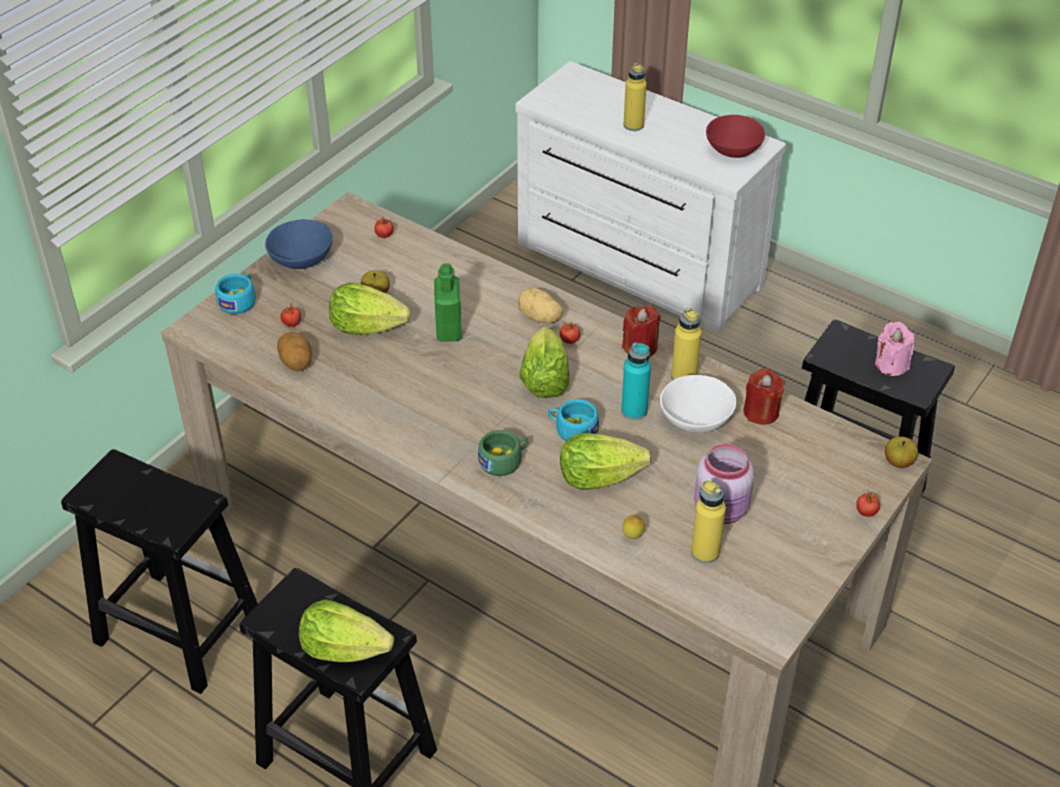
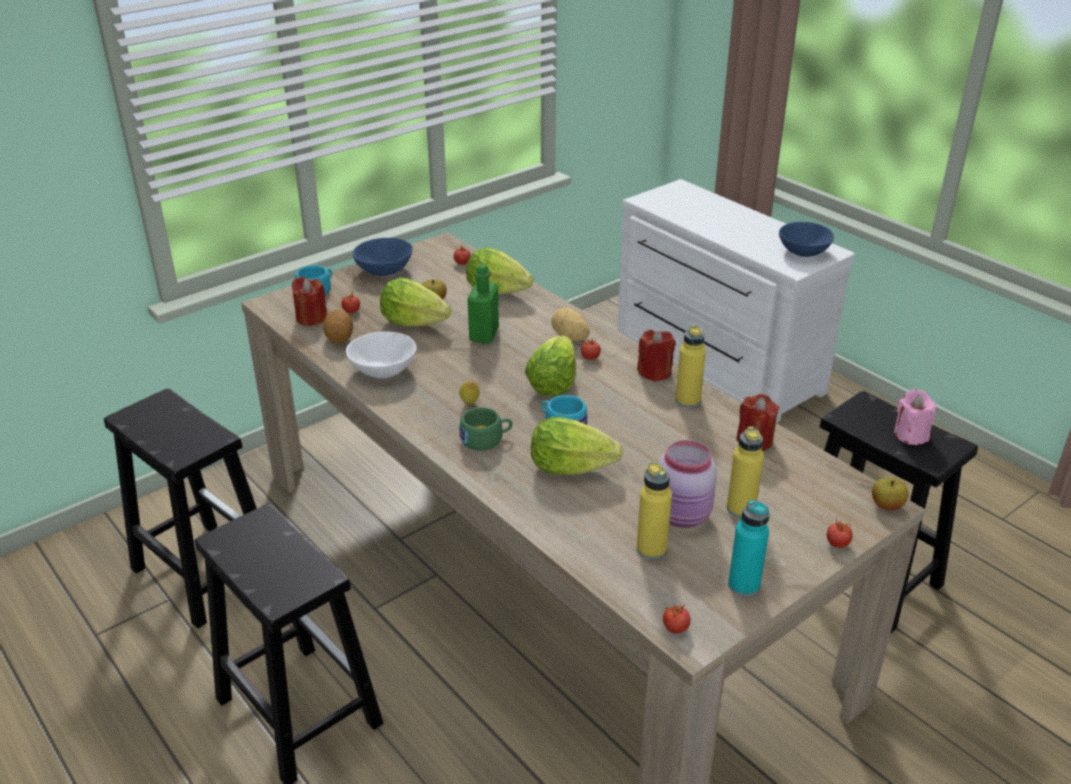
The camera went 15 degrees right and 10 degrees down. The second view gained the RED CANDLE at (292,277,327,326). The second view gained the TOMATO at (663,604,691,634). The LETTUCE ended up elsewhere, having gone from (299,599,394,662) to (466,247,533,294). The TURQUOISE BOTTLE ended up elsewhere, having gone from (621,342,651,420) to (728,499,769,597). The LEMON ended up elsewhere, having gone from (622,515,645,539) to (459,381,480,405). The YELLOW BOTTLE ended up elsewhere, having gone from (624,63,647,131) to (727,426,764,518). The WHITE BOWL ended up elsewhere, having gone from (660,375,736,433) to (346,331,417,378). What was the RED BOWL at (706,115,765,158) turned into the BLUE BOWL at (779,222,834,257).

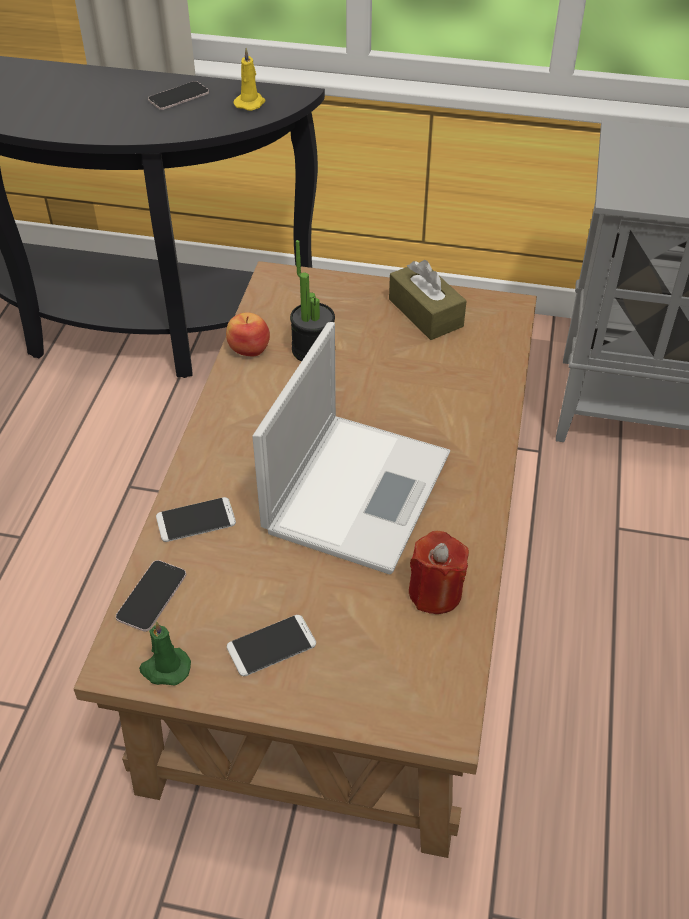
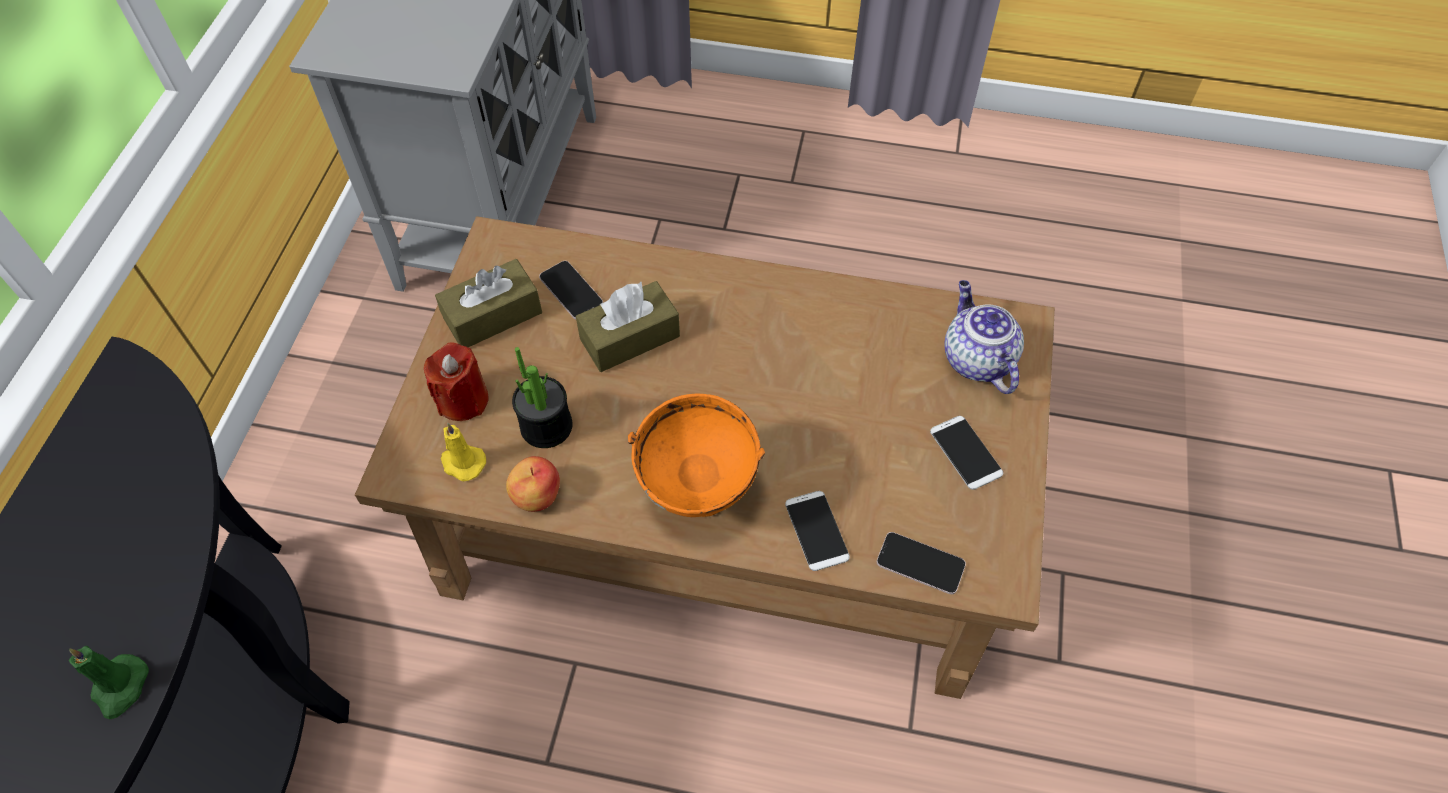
The camera went 90 degrees left and 10 degrees up. The second view lost the LAPTOP at (252,322,450,575). The second view gained the BROWN TISSUE BOX at (576,281,680,372). The second view gained the ORANGE BOWL at (628,394,765,517). The second view gained the TEAPOT at (944,280,1024,394). The GREEN CANDLE ended up elsewhere, having gone from (139,621,191,685) to (69,646,149,720). The PHONE ended up elsewhere, having gone from (148,81,209,110) to (539,261,603,319). The YELLOW CANDLE ended up elsewhere, having gone from (234,48,265,111) to (441,423,486,481). The RED CANDLE ended up elsewhere, having gone from (409,531,469,614) to (424,342,489,421).

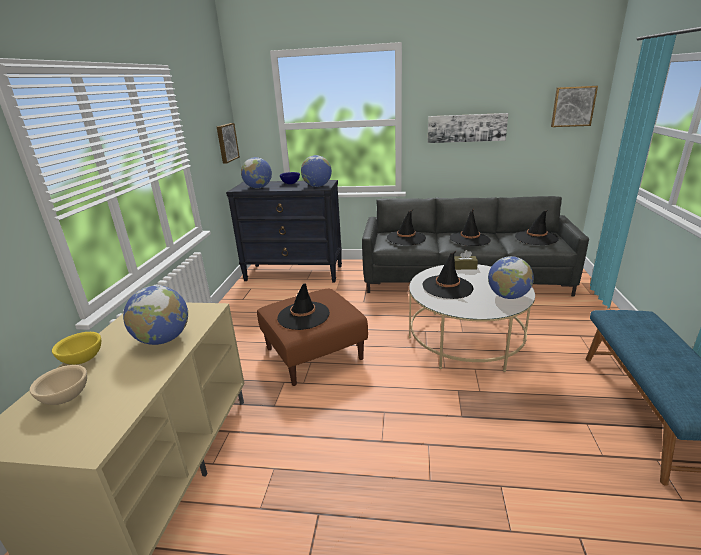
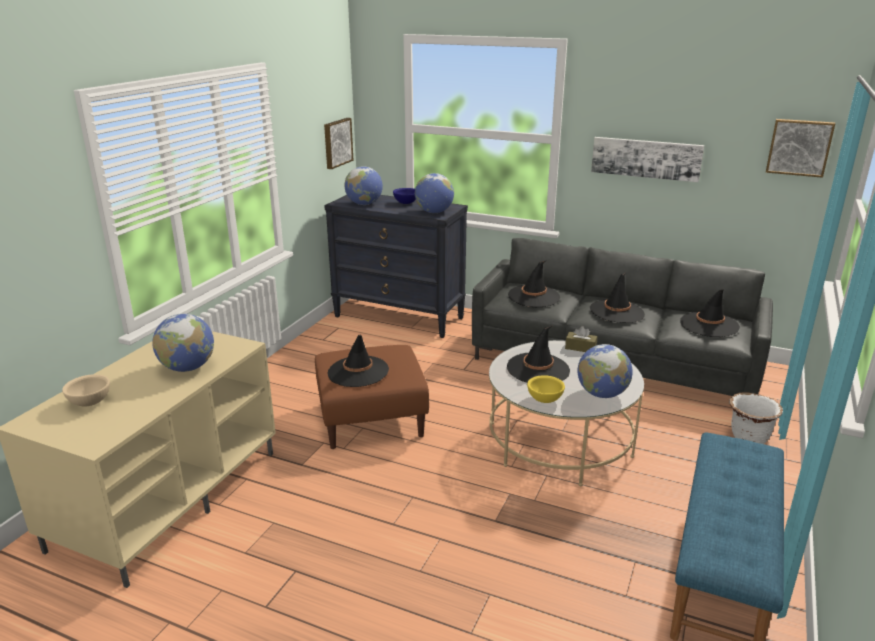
The camera went 15 degrees right and 0 degrees up. The second view gained the WHITE PLANTER at (729,393,783,444). The YELLOW BOWL ended up elsewhere, having gone from (52,332,101,365) to (527,375,565,403).

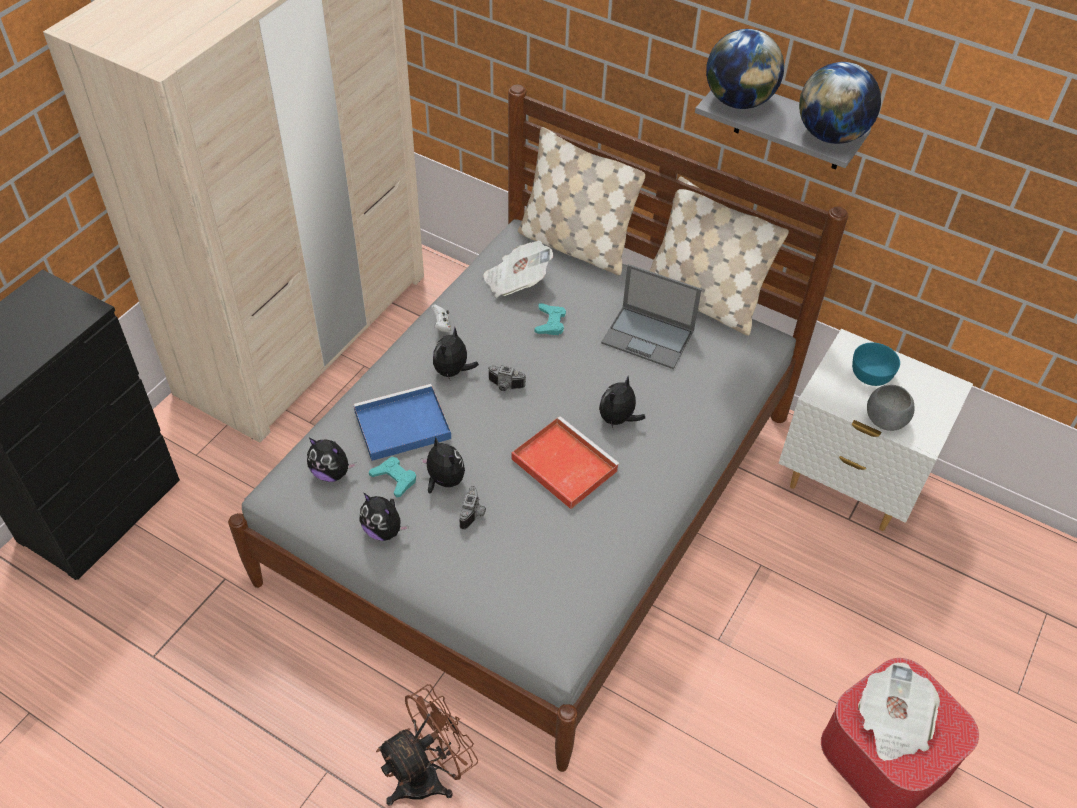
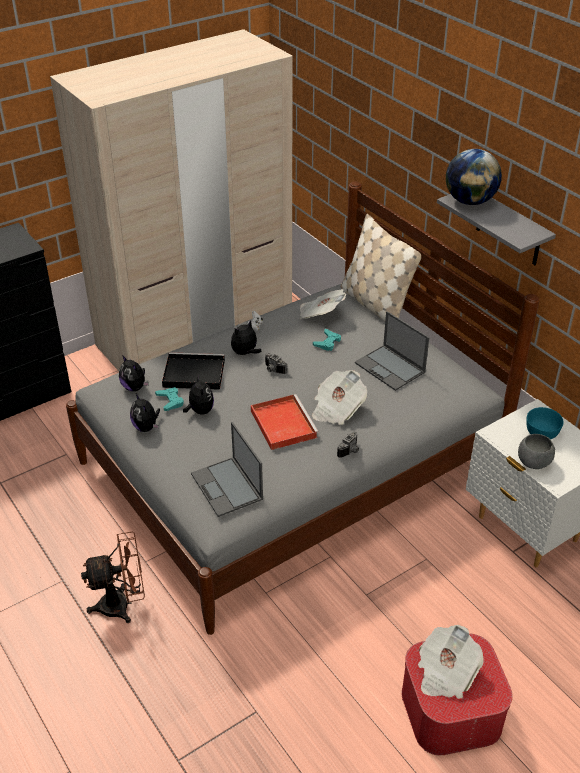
The camera went 25 degrees right and 10 degrees down. The second view lost the BEIGE PILLOW at (649,177,789,336). The second view lost the GLOBE at (799,62,881,144). The second view gained the LAPTOP at (191,422,263,517). The PHOTO CAMERA ended up elsewhere, having gone from (459,486,486,530) to (337,432,359,458). Where the PLUSH TOY stood at (599,377,645,428), the NEWSPAPER came to stand at (312,370,367,425). What was the BLUE TRAY at (354,384,451,461) turned into the BLACK TRAY at (162,352,225,390).

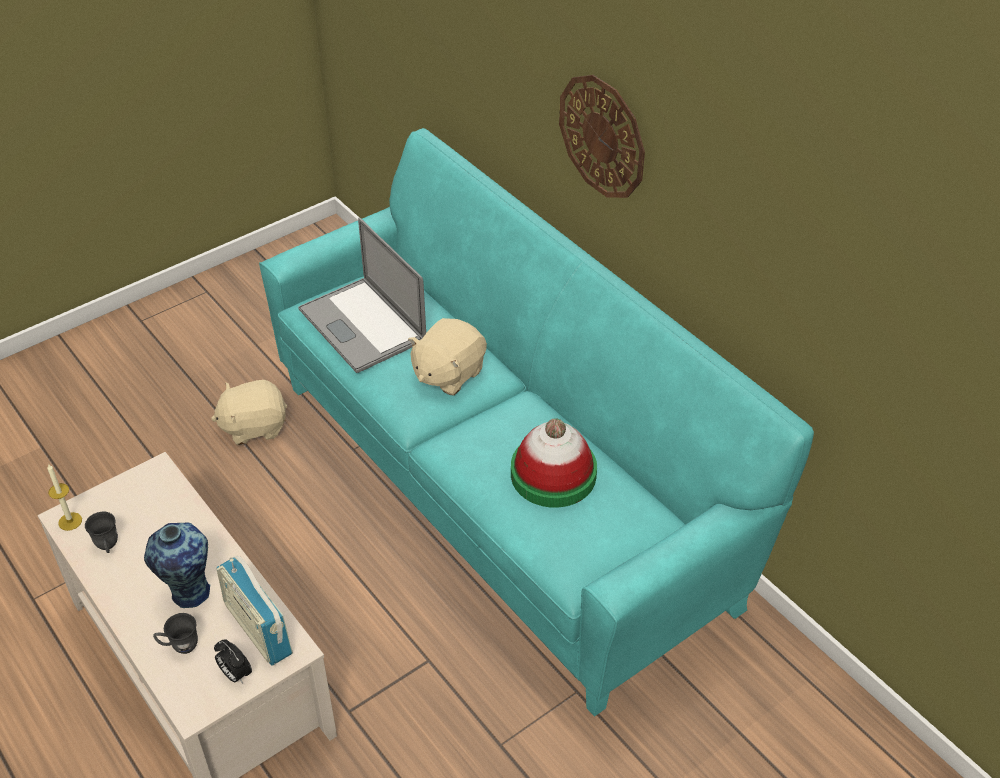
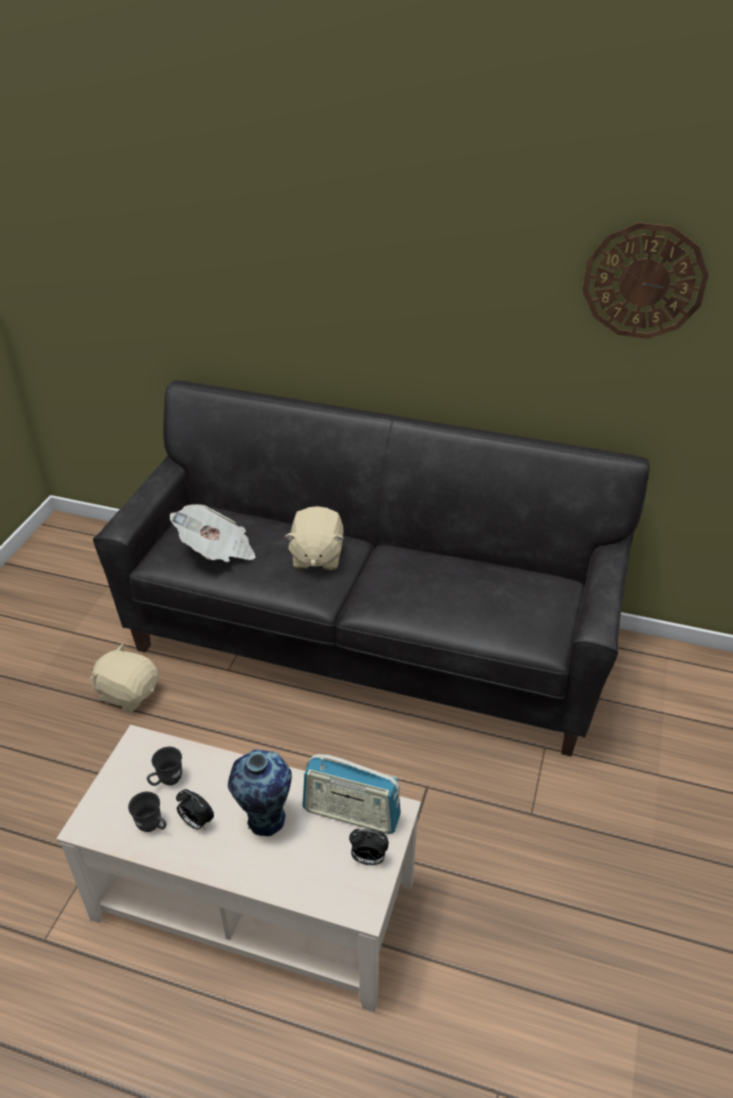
The camera went 35 degrees left and 5 degrees down. The second view lost the CANDLE at (47,464,82,531). The second view lost the HAT at (511,418,597,508). The second view gained the ALARM CLOCK at (176,789,214,829). The GREY MUG ended up elsewhere, having gone from (153,613,198,654) to (147,747,182,786). The WALL CLOCK ended up elsewhere, having gone from (559,75,645,198) to (582,222,709,339). Where the LAPTOP stood at (298,217,426,373), the NEWSPAPER came to stand at (170,504,256,562). What was the TURQUOISE SOFA at (259,128,814,717) turned into the BLACK SOFA at (93,380,650,757). The BEIGE PLUSH TOY at (211,380,287,445) ended up facing another way, 75 degrees clockwise from before.

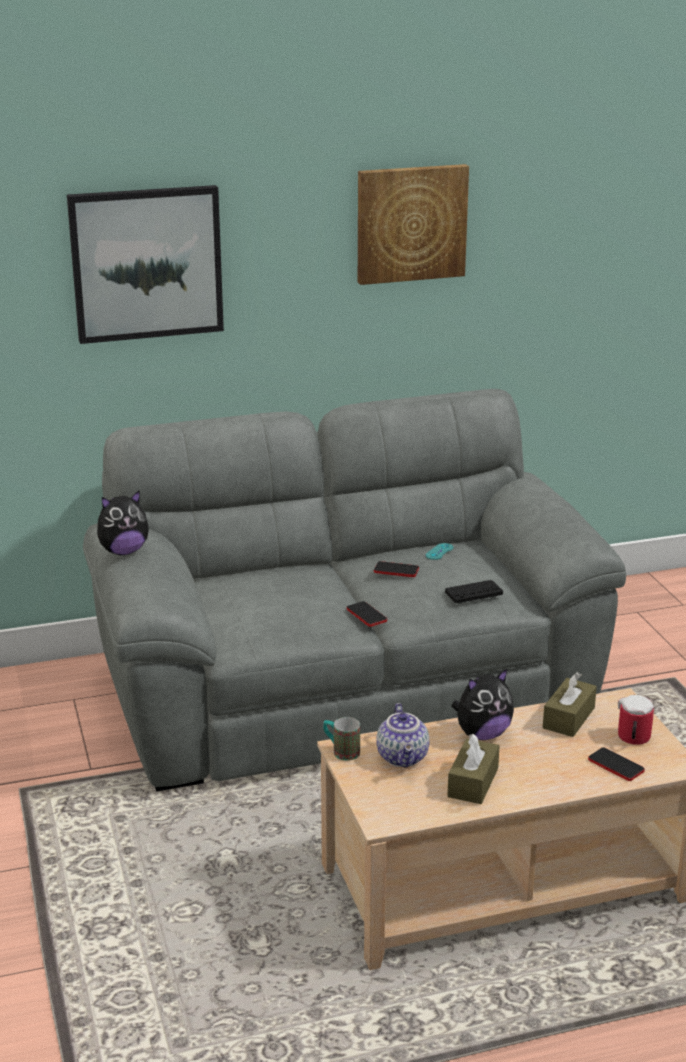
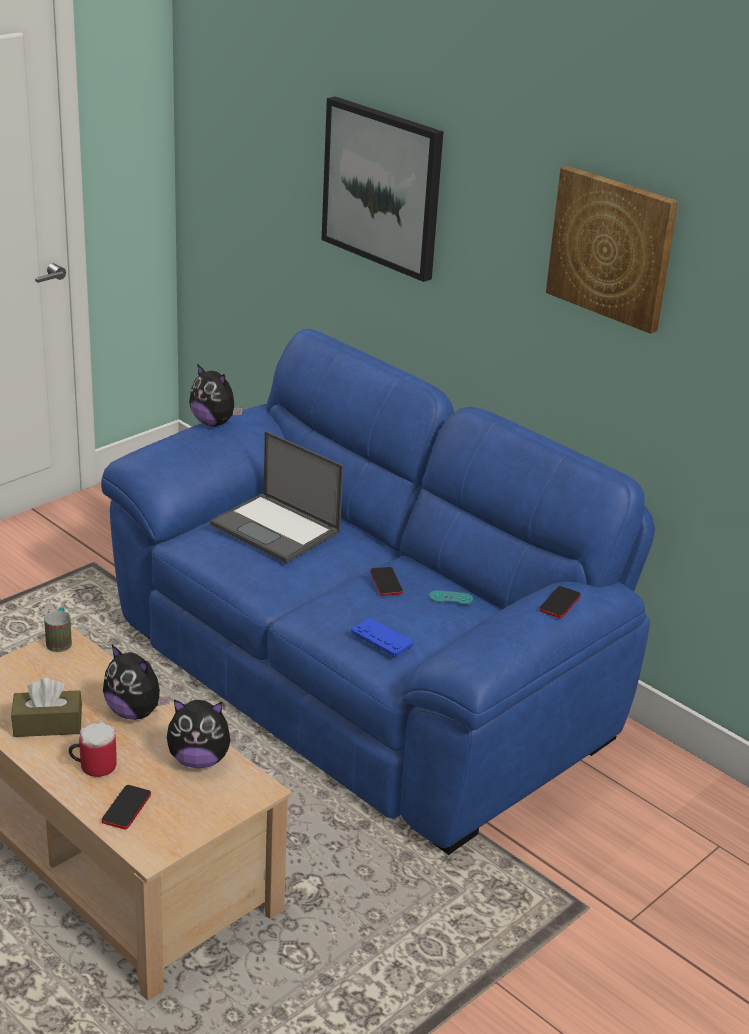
The camera went 60 degrees right and 5 degrees up. The second view lost the TEAPOT at (376,703,429,768). The second view gained the LAPTOP at (210,431,343,563). The PHONE ended up elsewhere, having gone from (347,601,387,627) to (539,586,581,619). The MUG ended up elsewhere, having gone from (618,695,654,745) to (69,722,117,777). Where the BROWN TISSUE BOX stood at (543,672,597,737), the PLUSH TOY came to stand at (167,699,238,768). What was the GREY SOFA at (83,389,626,791) turned into the BLUE SOFA at (101,329,655,855). What was the BLACK GAME CONTROLLER at (445,580,503,603) turned into the BLUE GAME CONTROLLER at (351,618,414,657).

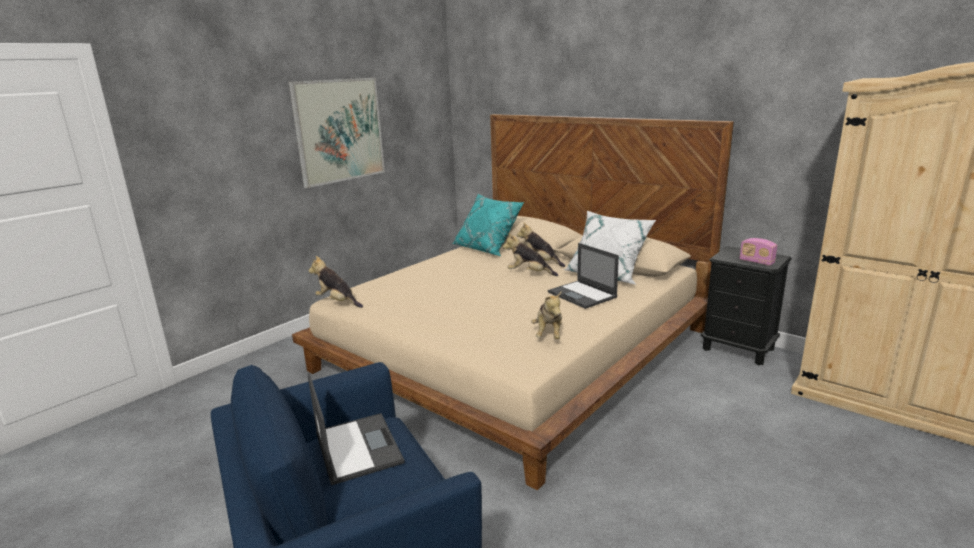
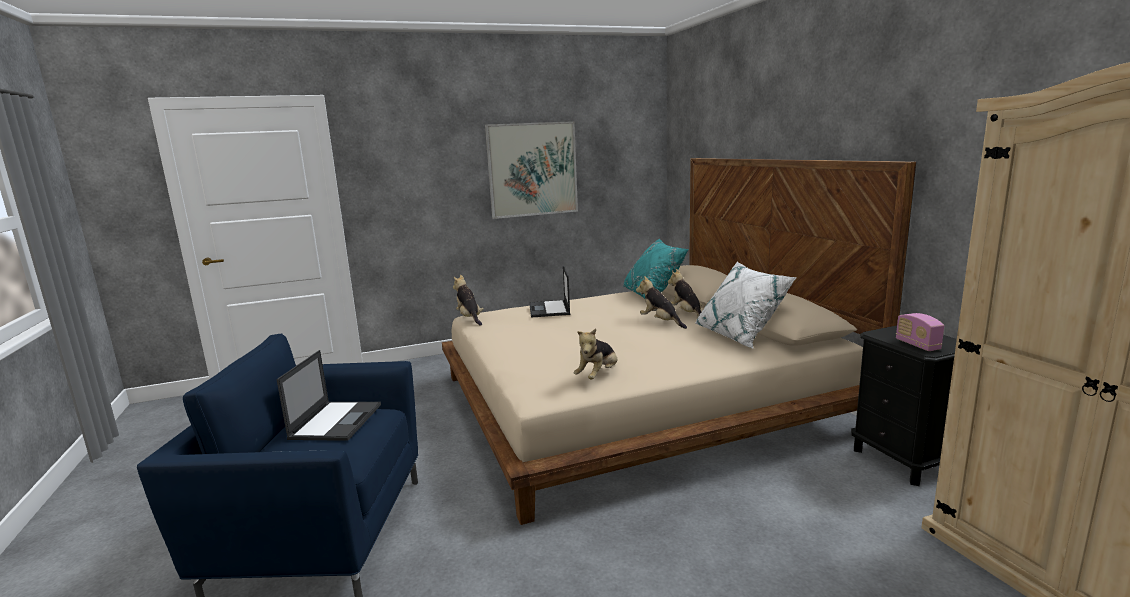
The camera went 30 degrees right and 5 degrees down. The LAPTOP ended up elsewhere, having gone from (548,243,619,309) to (529,265,571,318).

